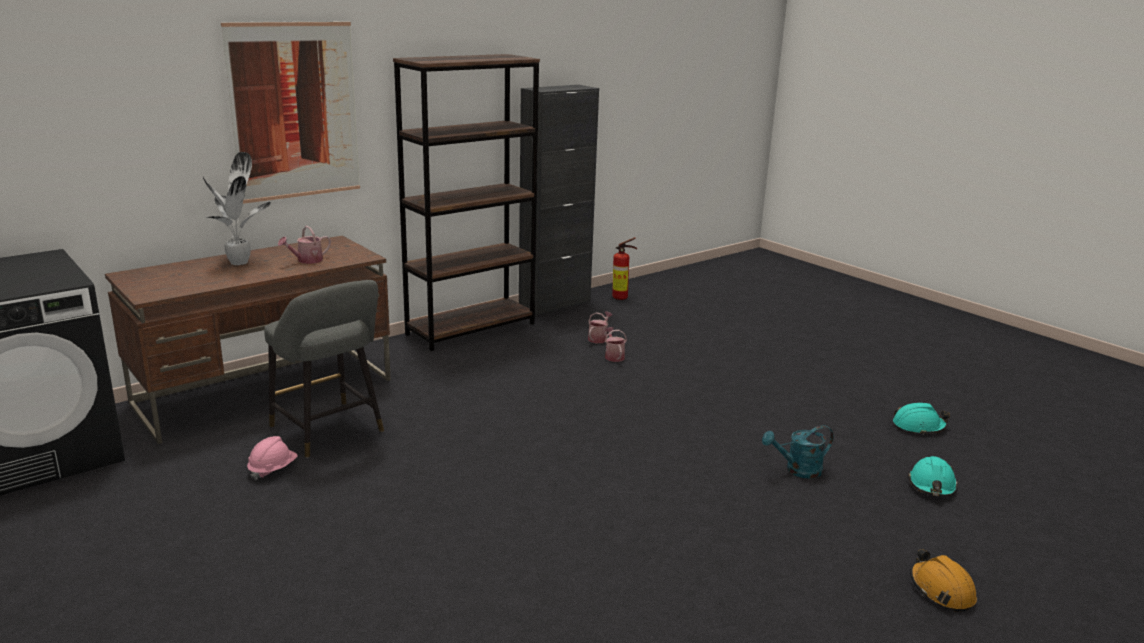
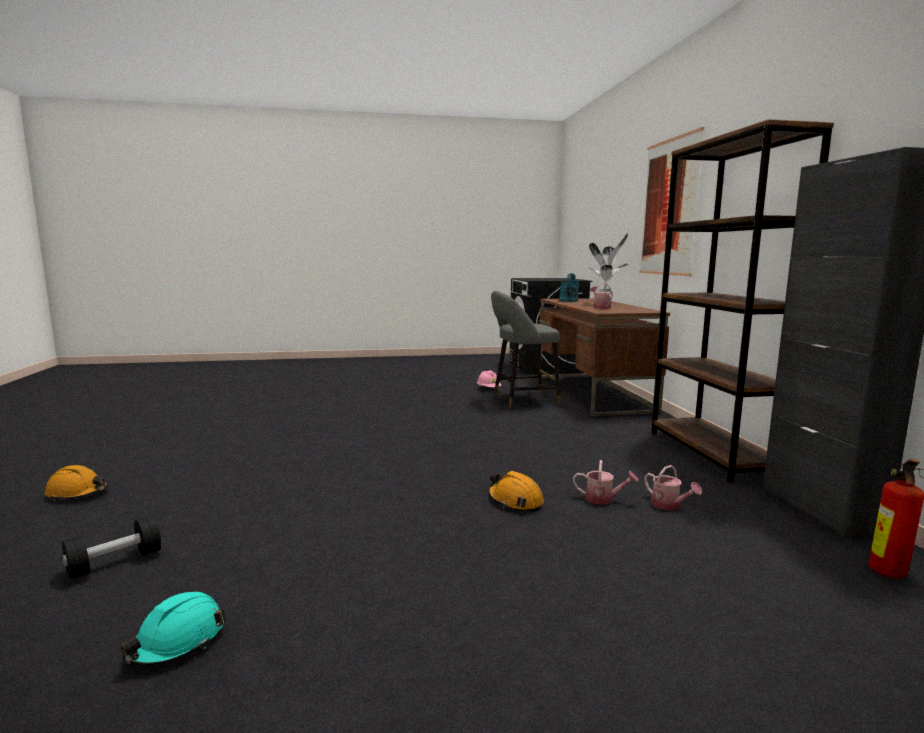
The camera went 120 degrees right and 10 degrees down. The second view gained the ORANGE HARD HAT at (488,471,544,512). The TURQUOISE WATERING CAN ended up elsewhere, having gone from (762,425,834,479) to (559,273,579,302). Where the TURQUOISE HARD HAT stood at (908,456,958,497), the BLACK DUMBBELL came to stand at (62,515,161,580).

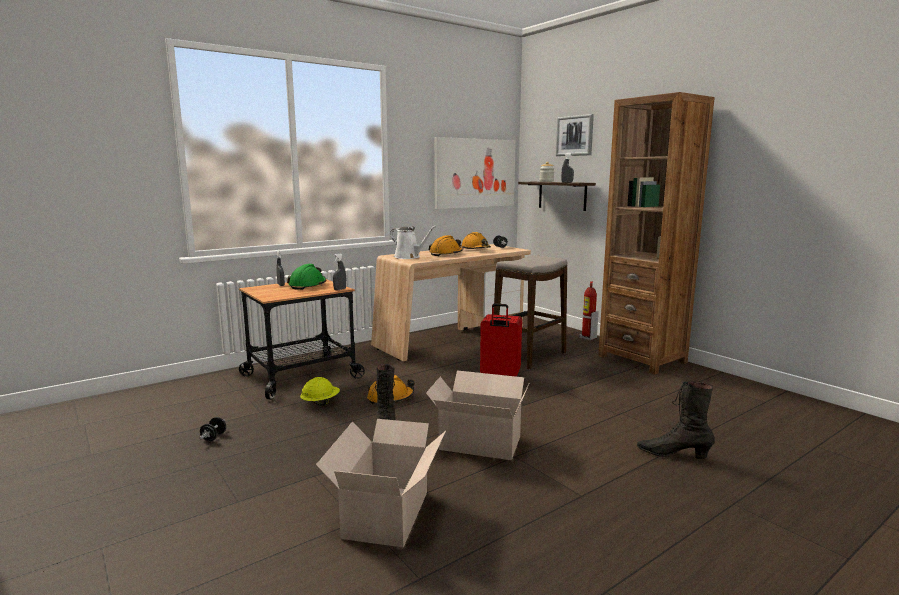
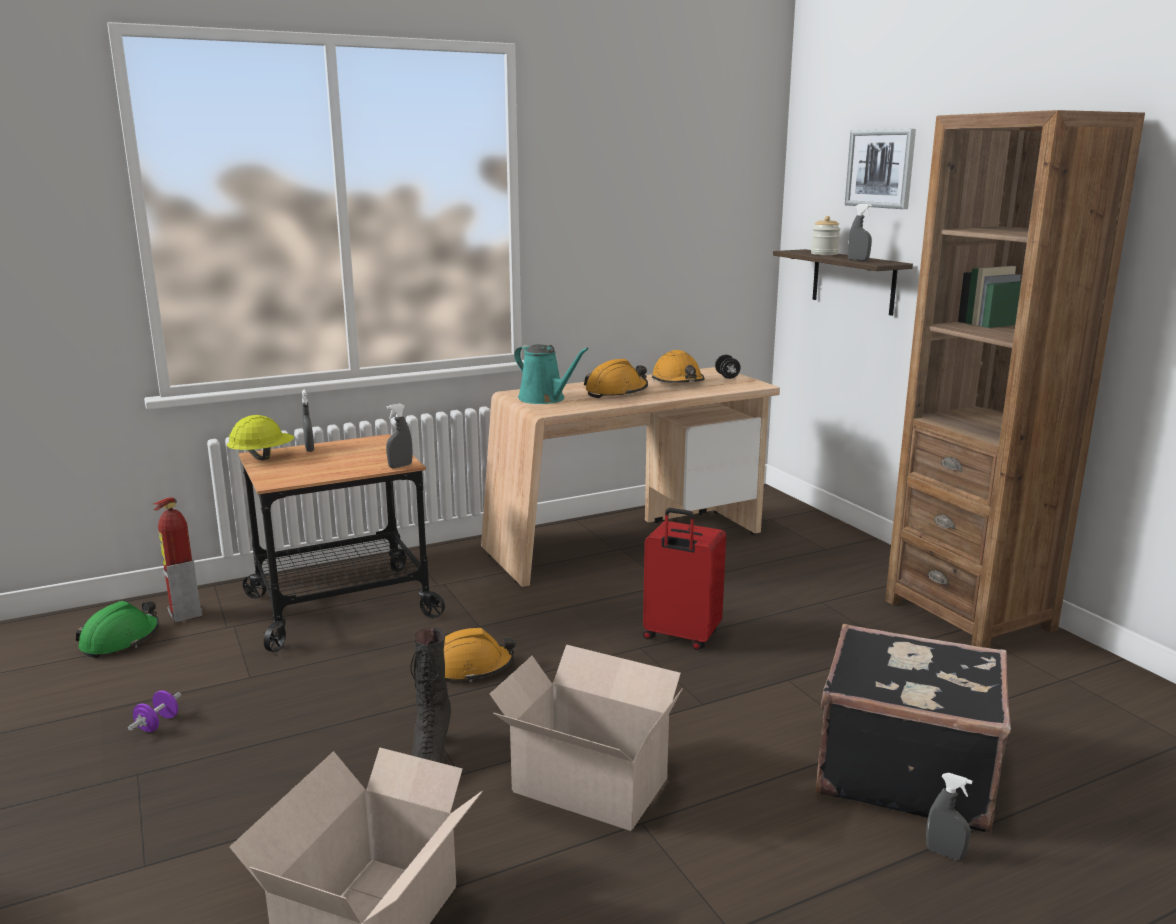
The camera went 10 degrees right and 5 degrees up. The second view lost the PICTURE at (434,137,516,209). The second view lost the STOOL at (494,255,567,370). The second view gained the BLACK SUITCASE at (816,624,1011,832). The GREEN HARD HAT ended up elsewhere, having gone from (287,264,326,290) to (76,601,160,658). The YELLOW HARD HAT ended up elsewhere, having gone from (300,377,340,406) to (227,415,294,460). The FIRE EXTINGUISHER ended up elsewhere, having gone from (579,281,598,340) to (153,497,202,623). Where the BLACK BOOT stood at (637,381,715,459), the GREY SPRAY BOTTLE came to stand at (926,773,972,860). What was the BLACK DUMBBELL at (200,417,226,441) turned into the PURPLE DUMBBELL at (128,691,181,732). What was the WHITE WATERING CAN at (390,225,436,259) turned into the TURQUOISE WATERING CAN at (514,344,589,404).

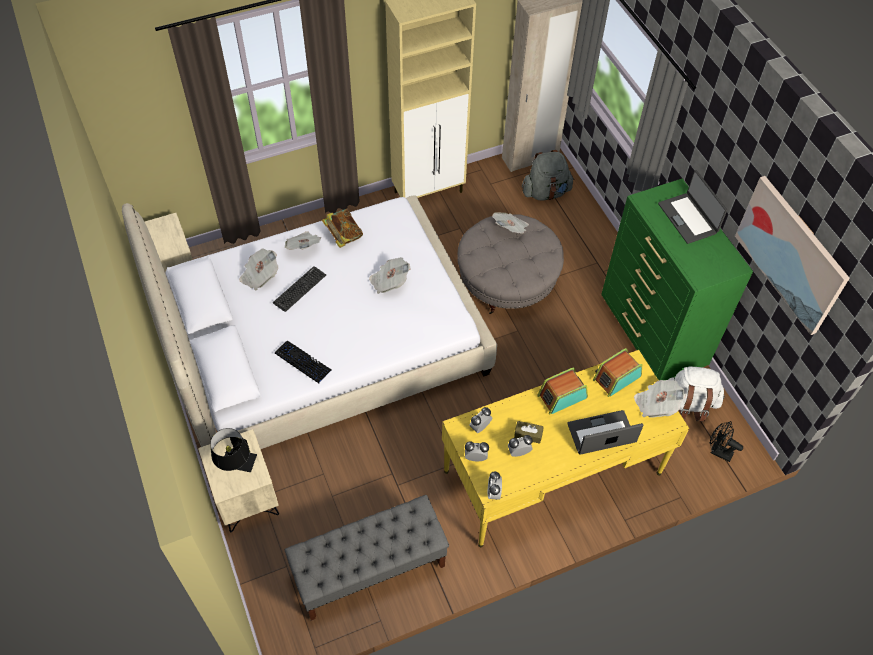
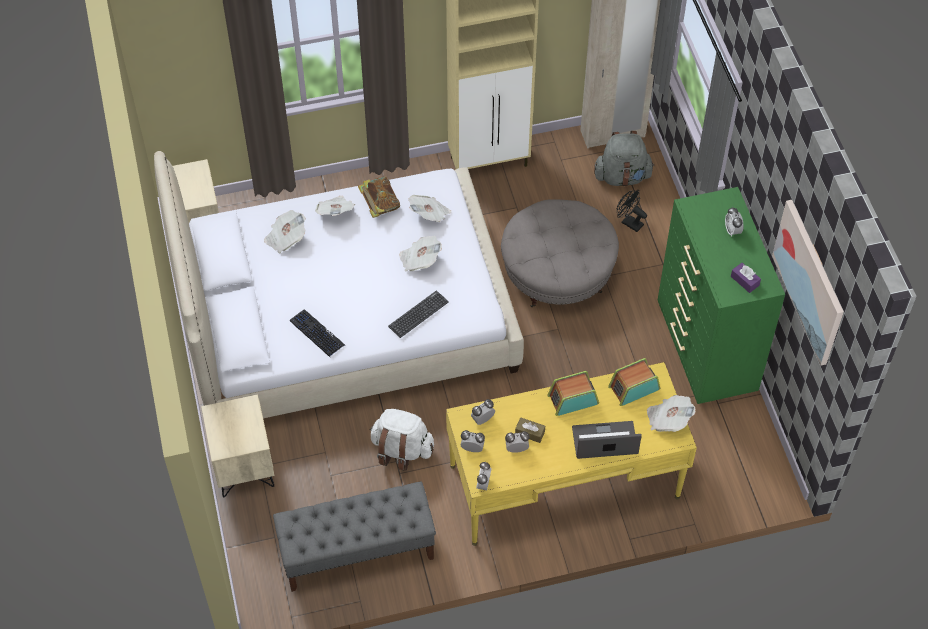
The camera went 10 degrees right and 0 degrees up. The second view lost the BLACK TABLE LAMP at (210,428,257,472). The second view gained the PURPLE TISSUE BOX at (731,263,761,293). The KEYBOARD ended up elsewhere, having gone from (273,266,326,312) to (388,291,449,338). The NEWSPAPER ended up elsewhere, having gone from (492,212,529,234) to (408,195,451,222). The WHITE BACKPACK ended up elsewhere, having gone from (668,366,724,422) to (370,409,434,471). The BLACK FAN ended up elsewhere, having gone from (710,421,743,462) to (616,190,647,232). Where the LAPTOP stood at (658,170,727,244), the ALARM CLOCK came to stand at (725,207,744,237).

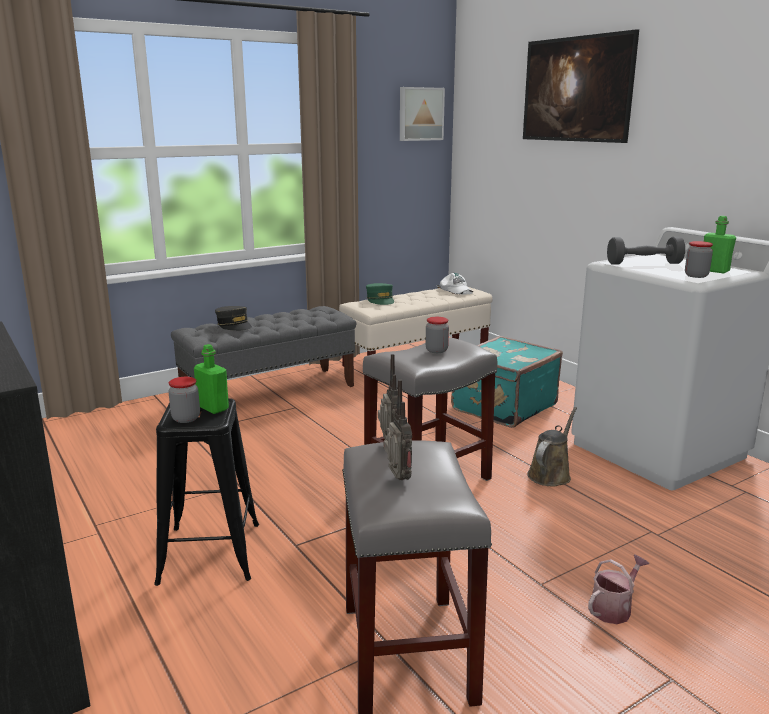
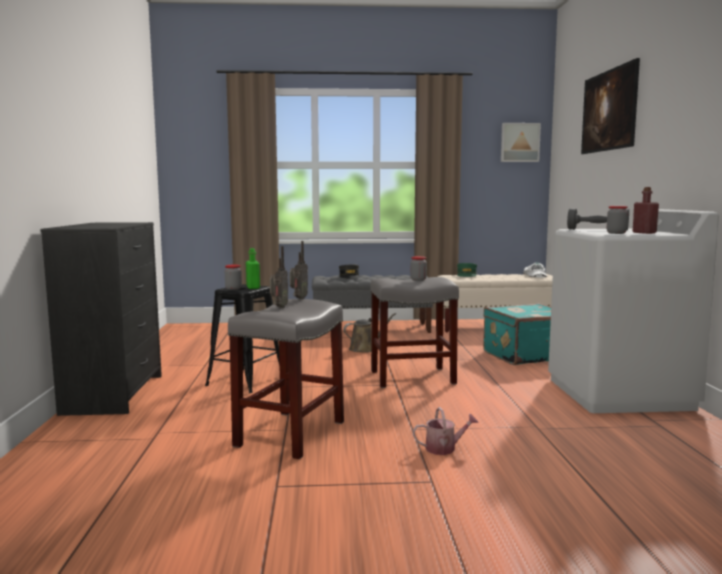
The camera went 30 degrees right and 10 degrees down. The BROWN WATERING CAN ended up elsewhere, having gone from (527,407,577,487) to (343,313,396,352). What was the GREEN BOTTLE at (704,216,736,273) turned into the RED BOTTLE at (633,187,659,234).

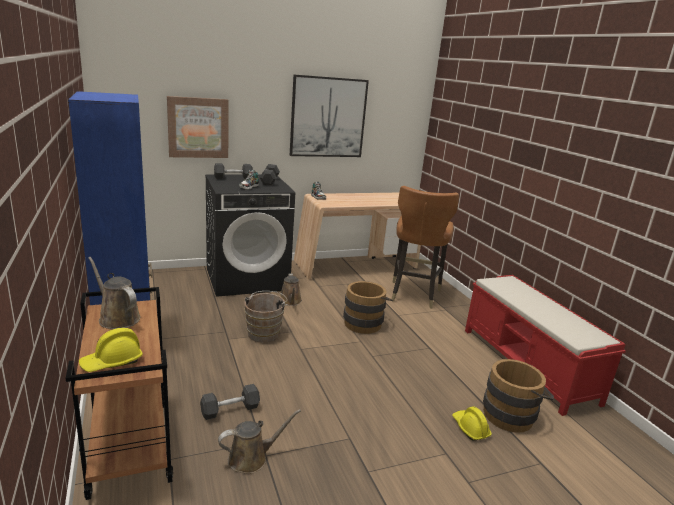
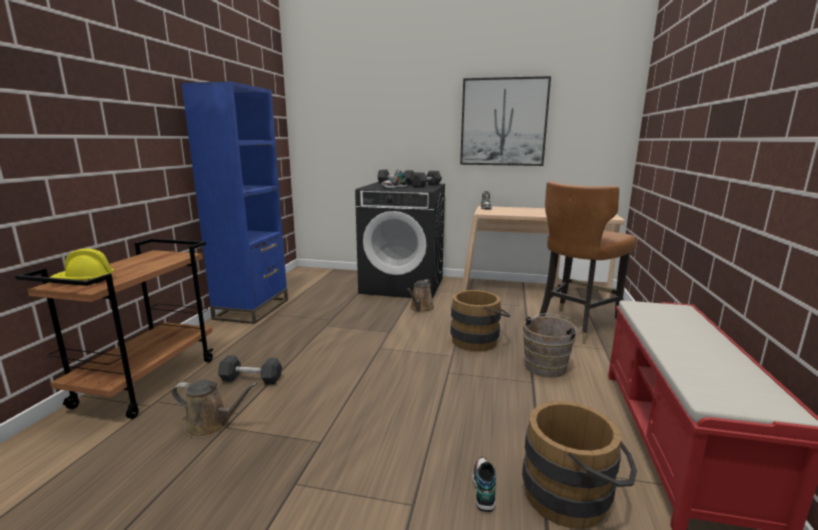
The camera went 35 degrees right and 5 degrees down. The second view lost the BROWN WATERING CAN at (88,257,140,329). The second view lost the PICTURE at (167,96,229,158). The BROWN BUCKET ended up elsewhere, having gone from (244,291,288,342) to (523,314,581,378). Where the YELLOW HARD HAT stood at (452,407,492,441), the SHOE came to stand at (472,457,496,512).

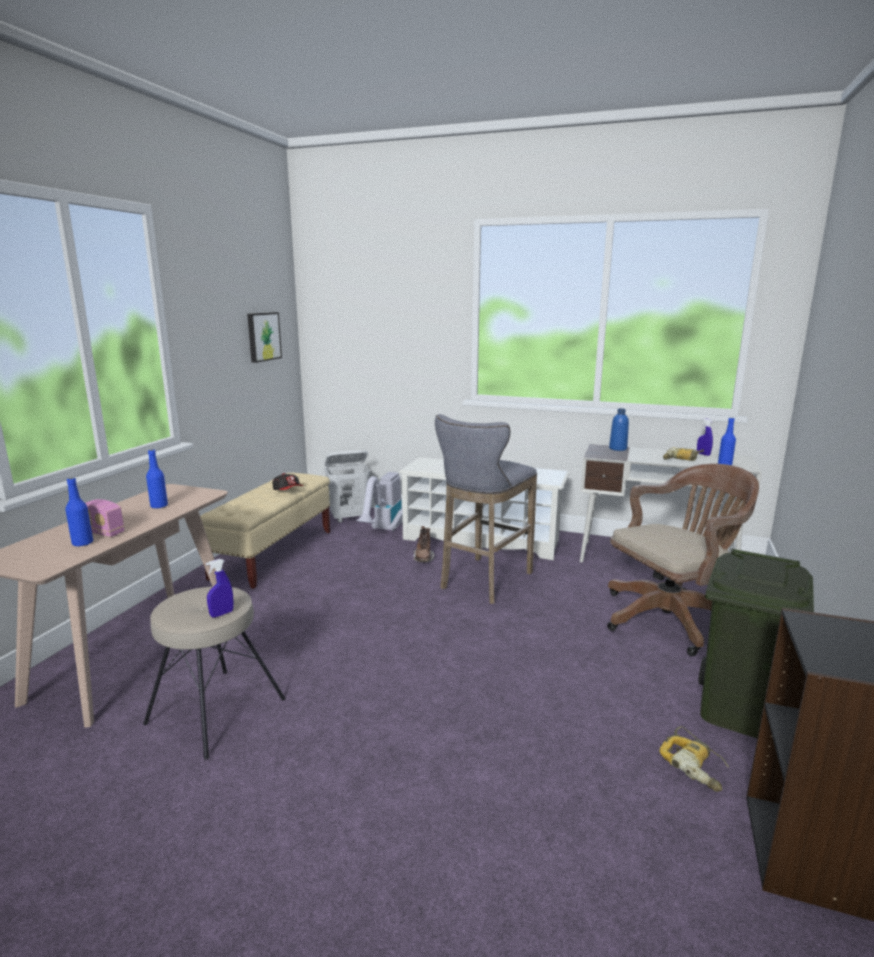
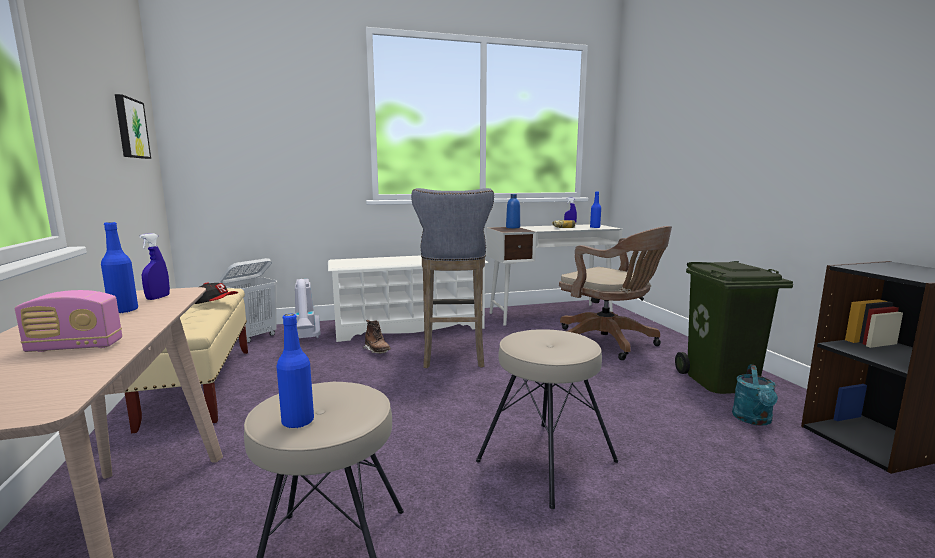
The camera went 35 degrees left and 5 degrees down. The second view gained the BEIGE STOOL at (476,329,618,509). The BLUE BOTTLE ended up elsewhere, having gone from (65,478,93,546) to (277,314,314,429). The BLUE SPRAY BOTTLE ended up elsewhere, having gone from (206,559,234,618) to (139,233,170,300). Where the POWER DRILL stood at (659,726,729,792), the TURQUOISE WATERING CAN came to stand at (732,364,778,426). The BROWN OFFICE CHAIR at (607,463,759,657) ended up facing another way, 105 degrees clockwise from before.

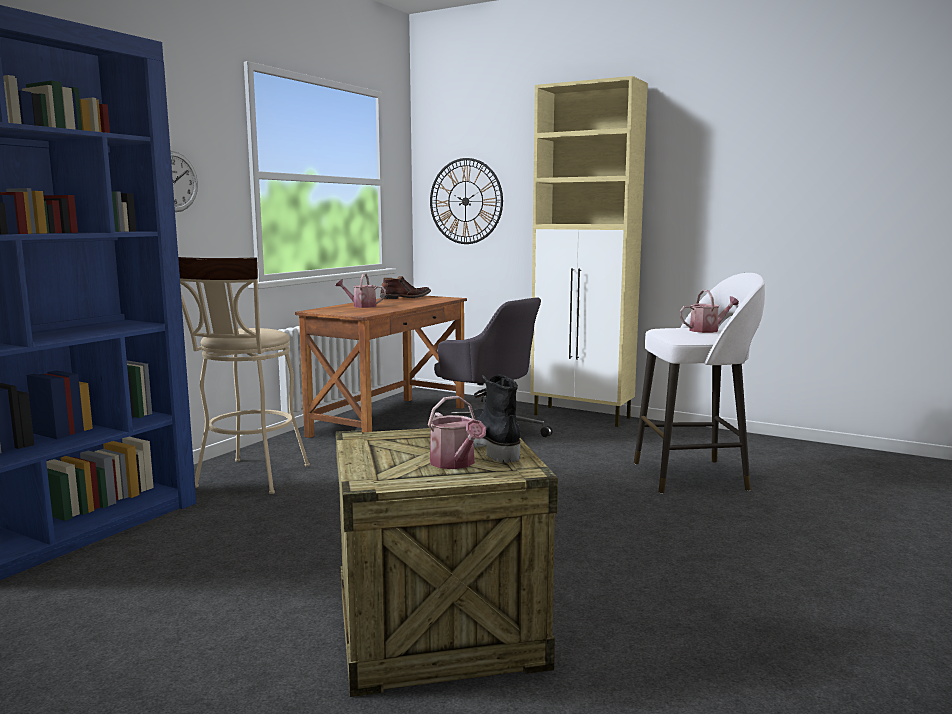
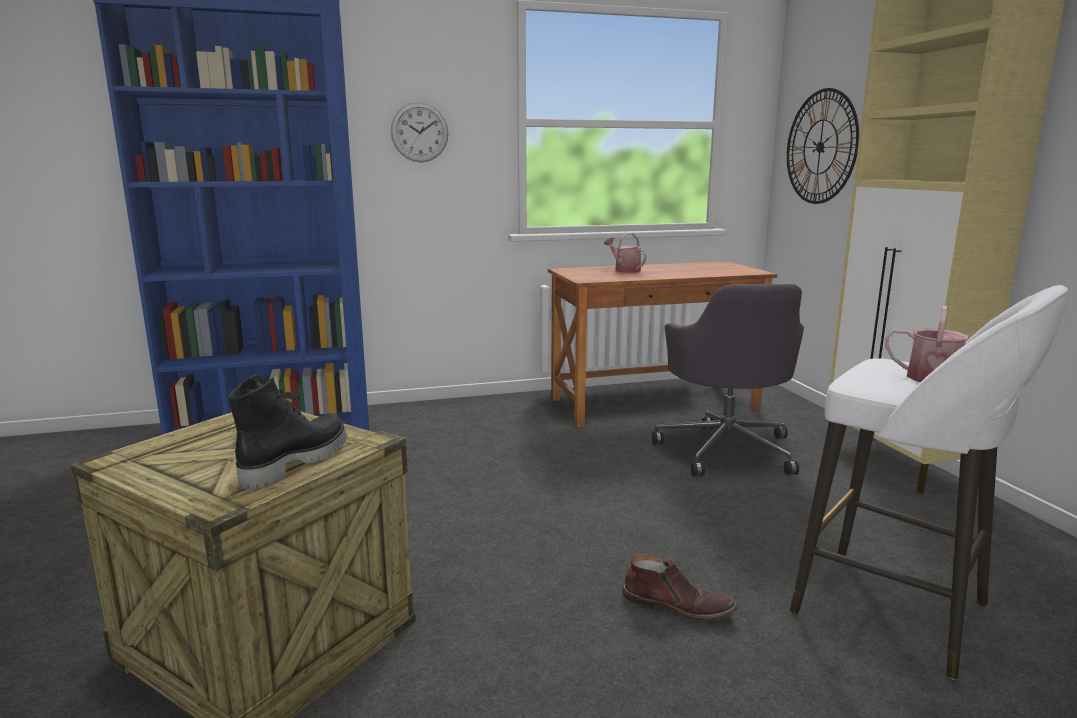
The camera went 45 degrees right and 5 degrees up. The second view lost the BEIGE STOOL at (178,257,310,494). The second view lost the WATERING CAN at (428,396,486,469). The BROWN BOOT ended up elsewhere, having gone from (380,276,431,299) to (622,554,737,621).

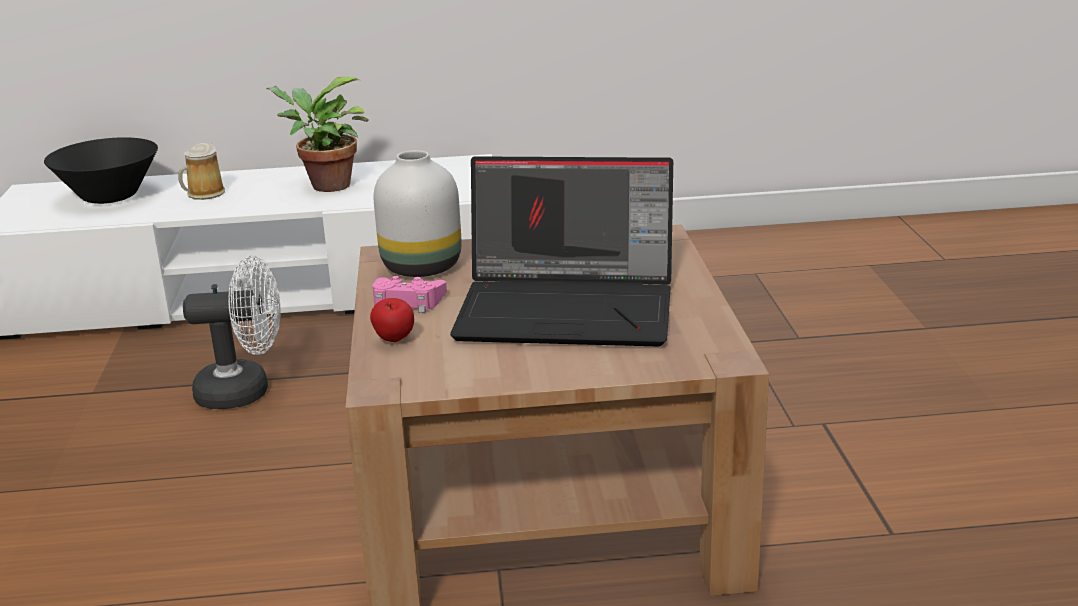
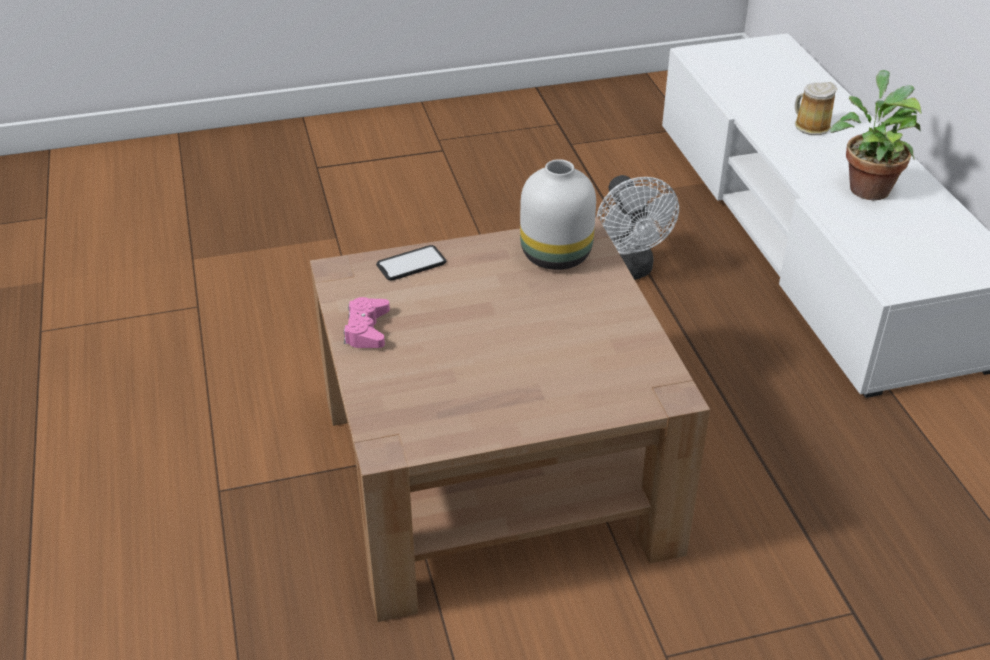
The camera went 80 degrees right and 15 degrees up. The second view lost the BLACK BOWL at (44,137,158,204). The second view lost the LAPTOP at (450,156,673,346). The PINK GAME CONTROLLER ended up elsewhere, having gone from (372,276,447,313) to (344,297,390,348). Where the APPLE stood at (370,298,414,342), the PHONE came to stand at (376,245,446,280).

